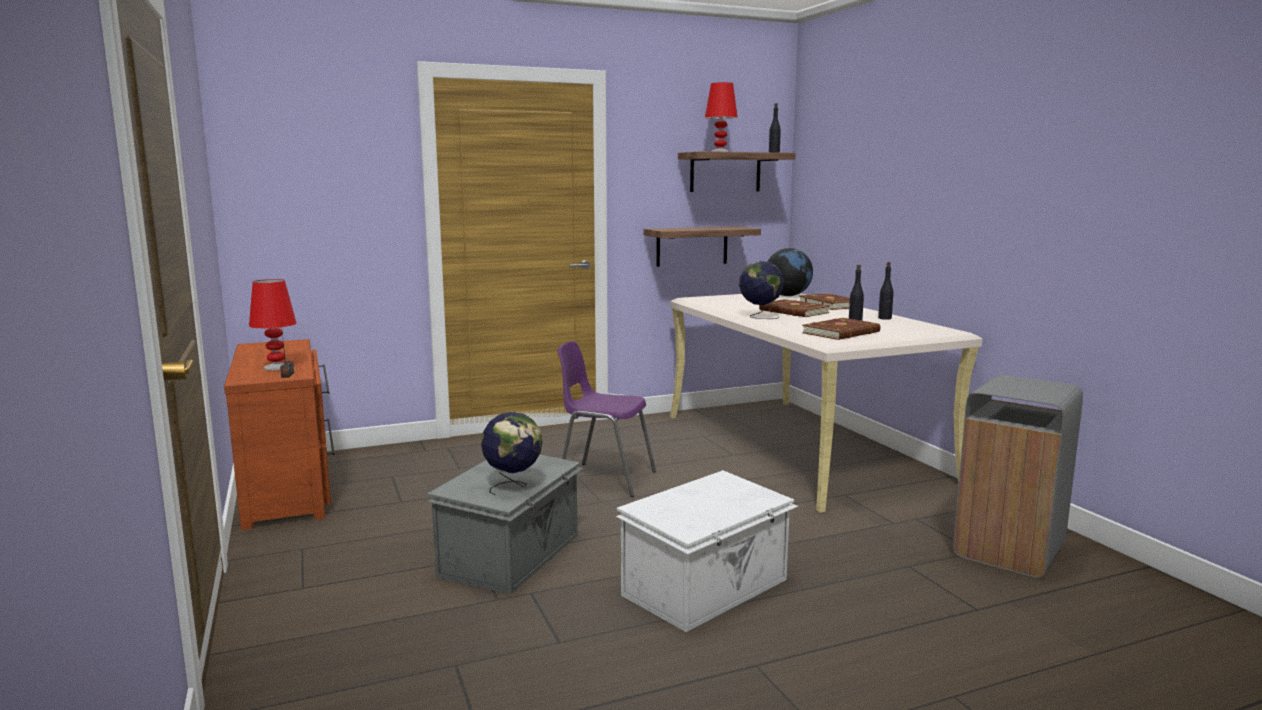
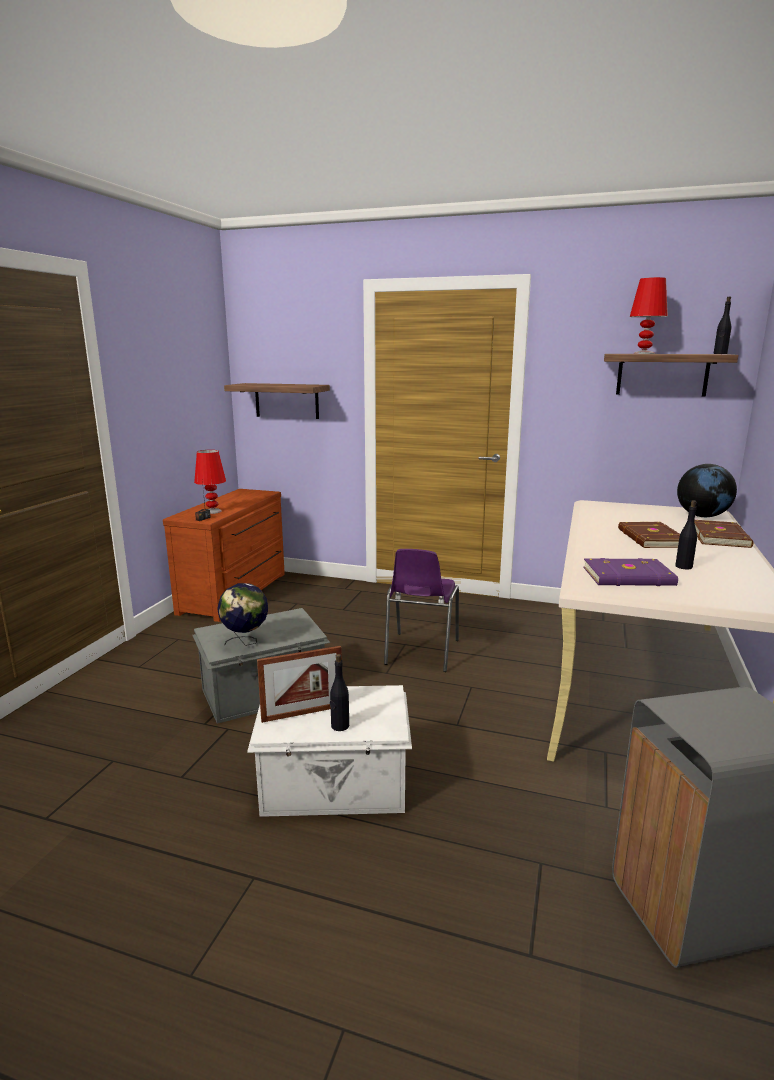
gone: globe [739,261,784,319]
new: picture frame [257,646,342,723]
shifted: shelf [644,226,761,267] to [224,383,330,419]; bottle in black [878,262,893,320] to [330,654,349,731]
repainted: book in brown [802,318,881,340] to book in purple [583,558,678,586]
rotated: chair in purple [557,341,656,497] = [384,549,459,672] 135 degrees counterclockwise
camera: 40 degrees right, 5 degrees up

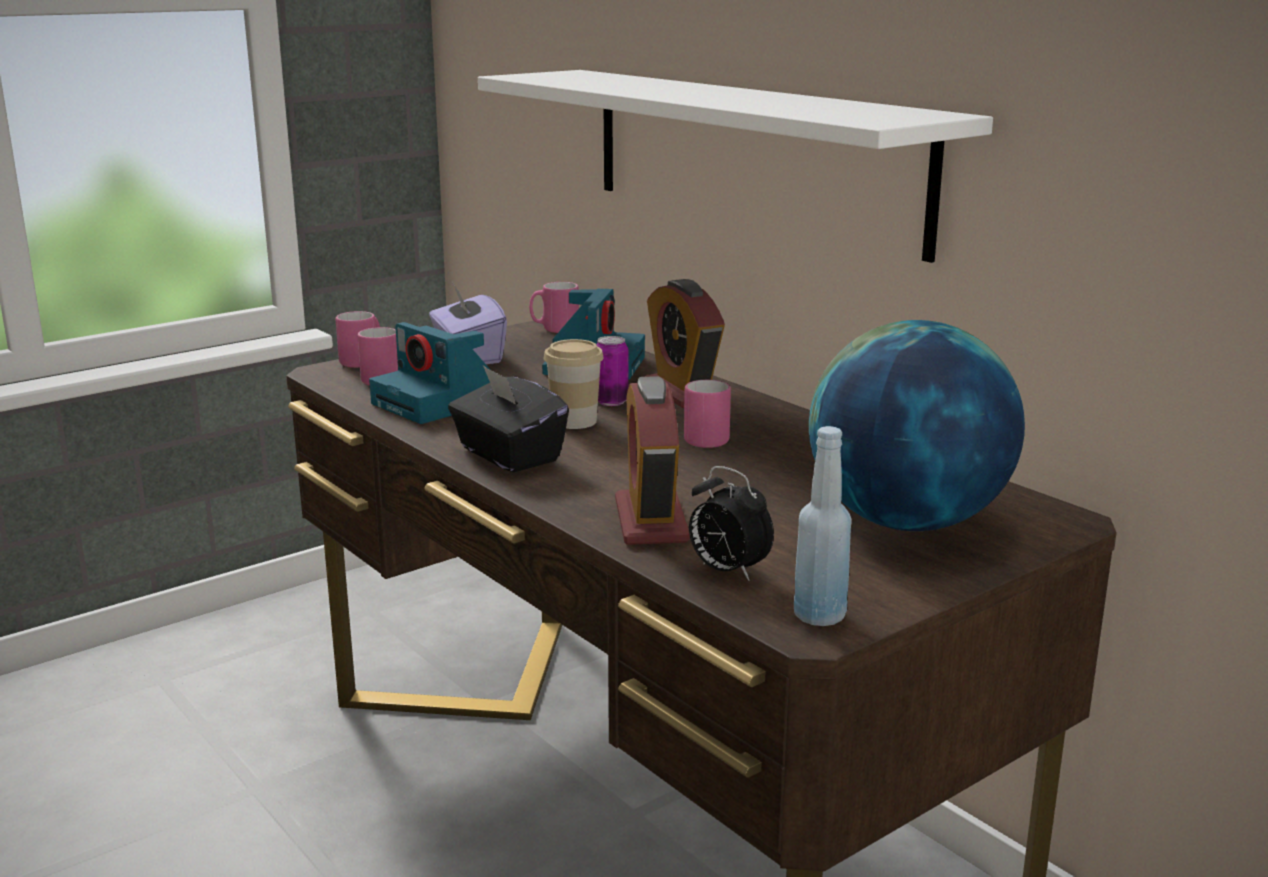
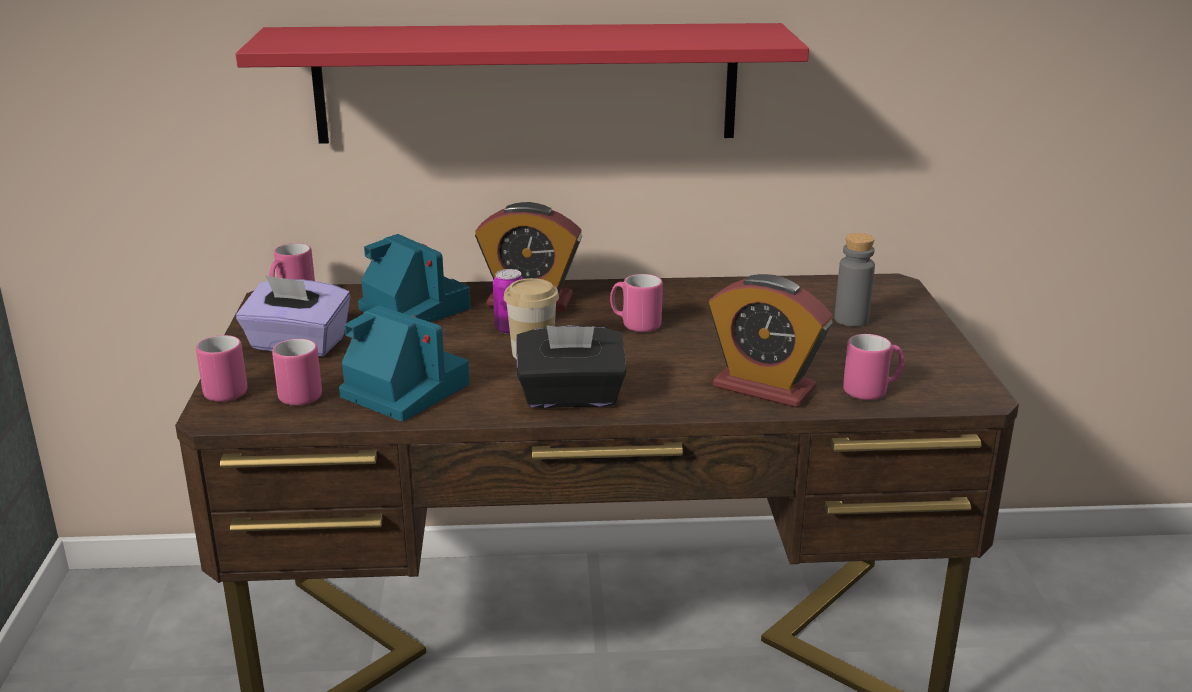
gone: bottle in blue [794,426,851,626]
swapped: globe [809,320,1025,531] to bottle in grey [834,233,875,327]; alarm clock [689,466,774,581] to mug in pink [843,334,904,400]
repainted: shelf in white [478,70,993,263] to shelf in red [236,23,809,144]
rotated: photo camera [369,322,490,424] = [339,306,470,421] 135 degrees counterclockwise
camera: 55 degrees left, 5 degrees up

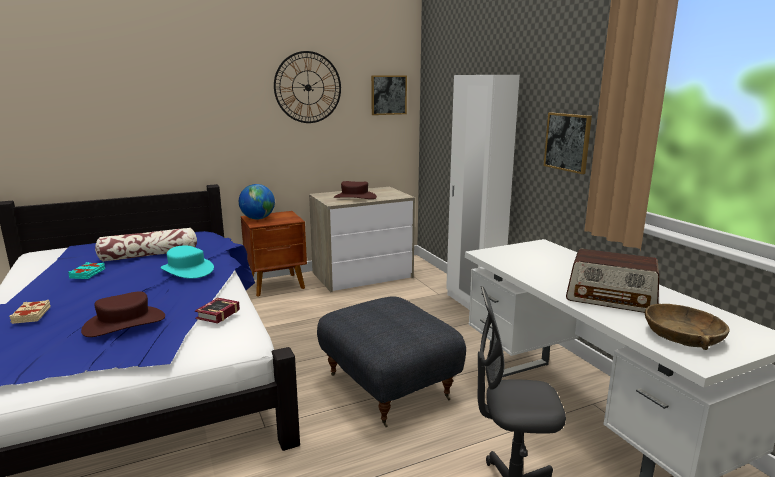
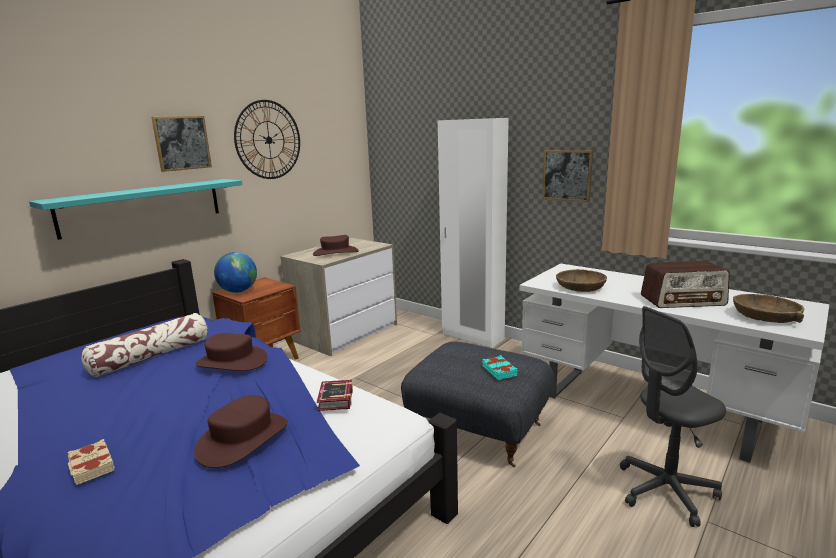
new: shelf in turquoise [29,179,242,240]; bowl in brown [556,269,607,292]
shifted: picture [371,75,407,115] to [151,116,212,172]; book in turquoise [68,262,105,279] to [482,355,518,380]
repainted: hat in turquoise [161,245,214,279] to hat in brown [196,333,268,371]
camera: 25 degrees left, 0 degrees up

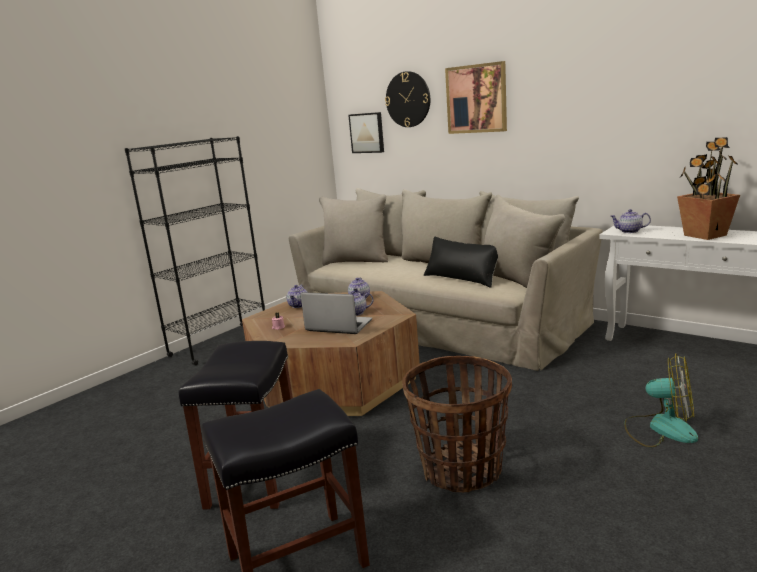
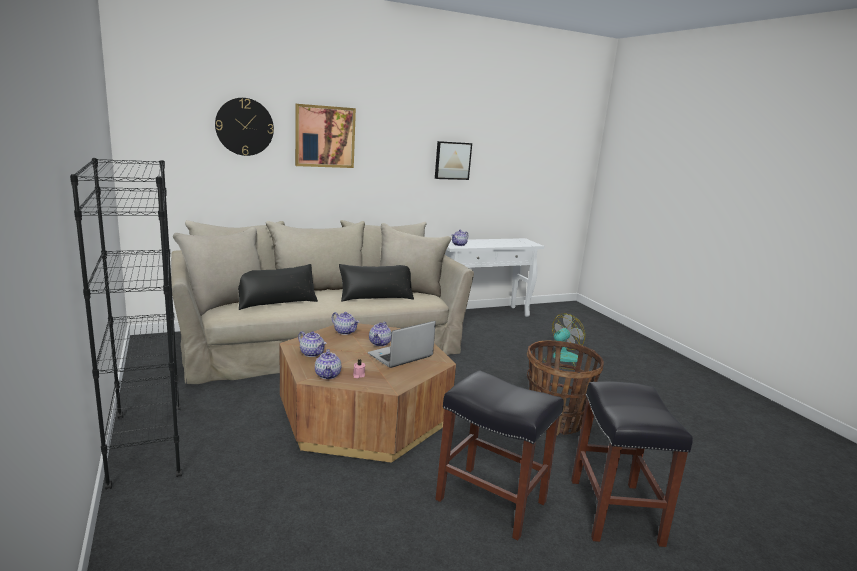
gone: potted plant [677,137,740,240]
new: pillow in black [238,264,318,310]; teapot [315,349,341,379]
shifted: picture [348,112,384,153] to [435,141,472,180]
camera: 65 degrees left, 0 degrees up

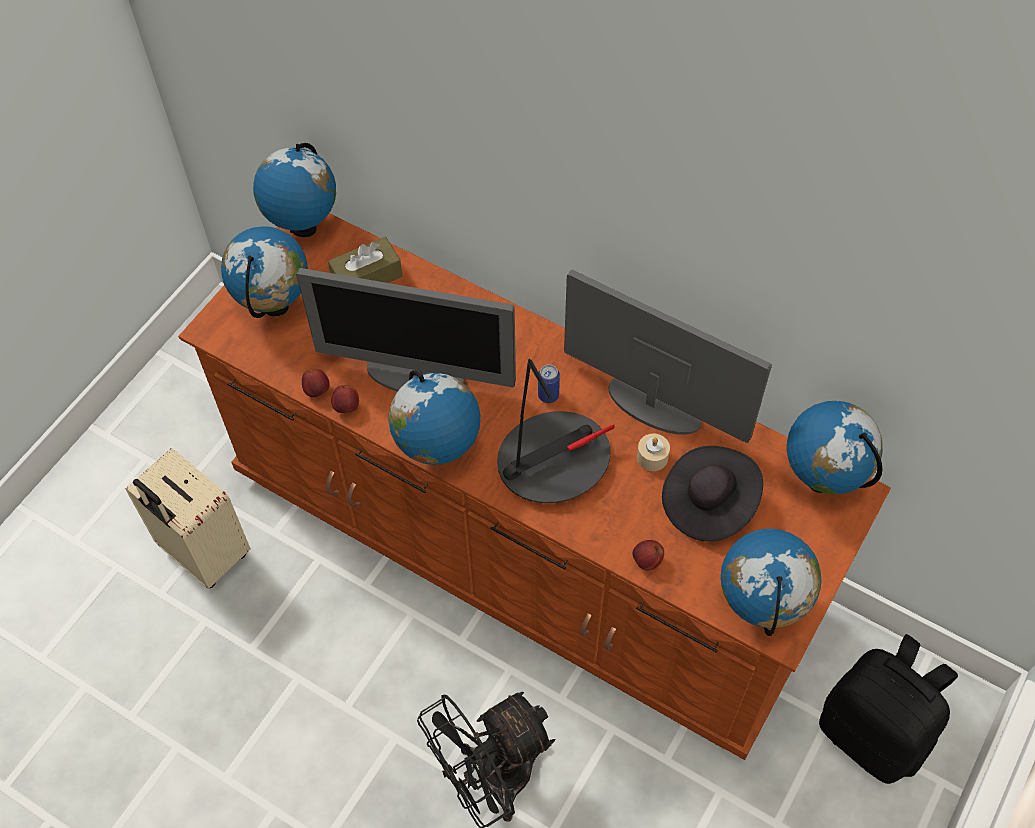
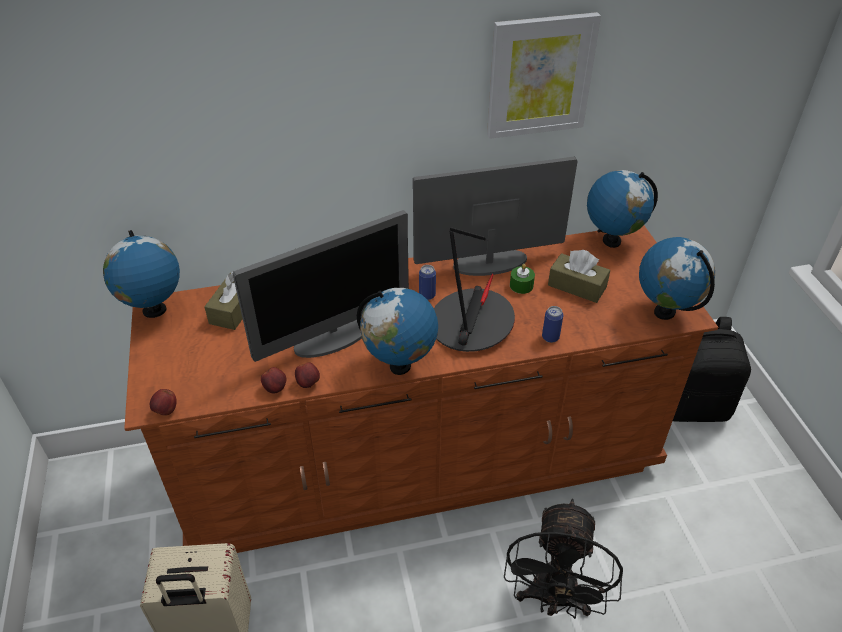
gone: globe [221,226,308,318]
new: picture [487,12,601,139]; can [542,306,563,343]
shifted: apple [632,540,664,570] to [150,389,177,416]
swapped: hat in black [662,446,763,542] to tissue box in brown [548,250,610,303]
repainted: candle in beige [637,434,670,471] to candle in green [510,264,535,294]
camera: 45 degrees left, 15 degrees down

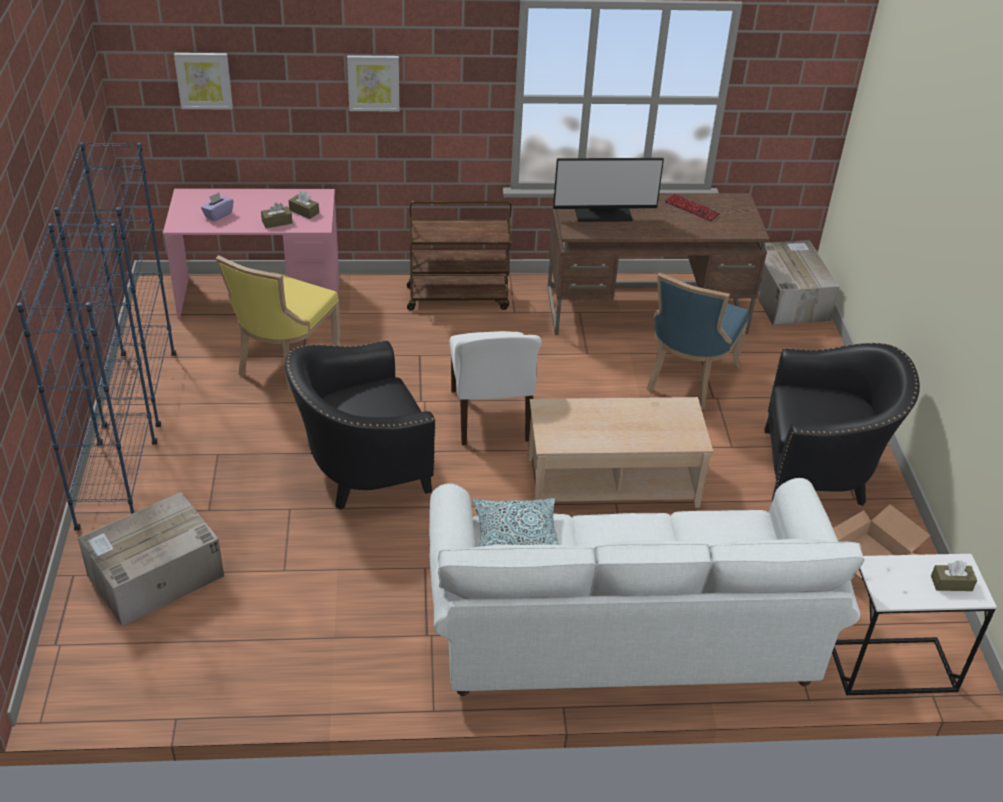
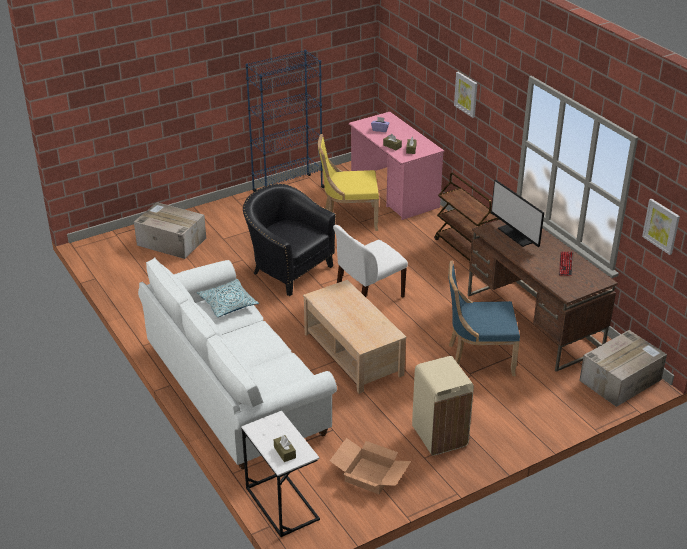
gone: bookcase in blue [17,223,157,531]
shifted: picture [174,53,233,109] to [642,199,680,255]
swapped: armchair in black [764,343,920,506] to trash can in beige [412,356,474,456]
camera: 65 degrees right, 5 degrees down

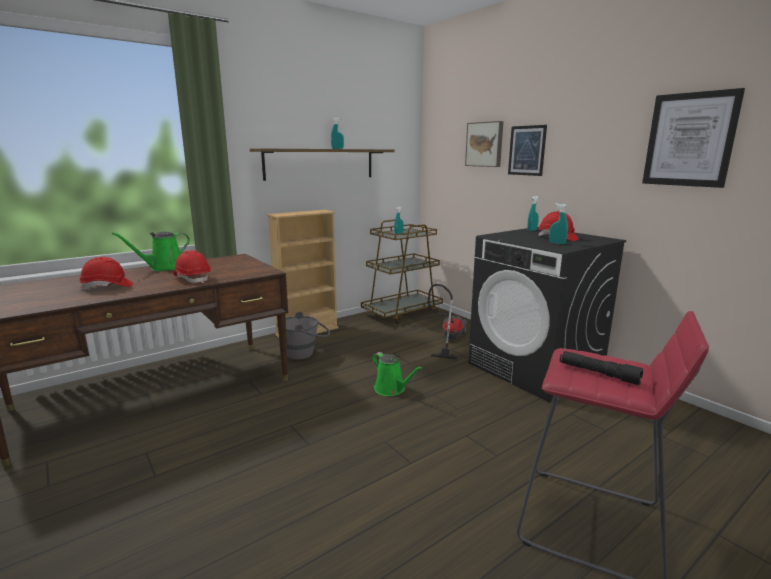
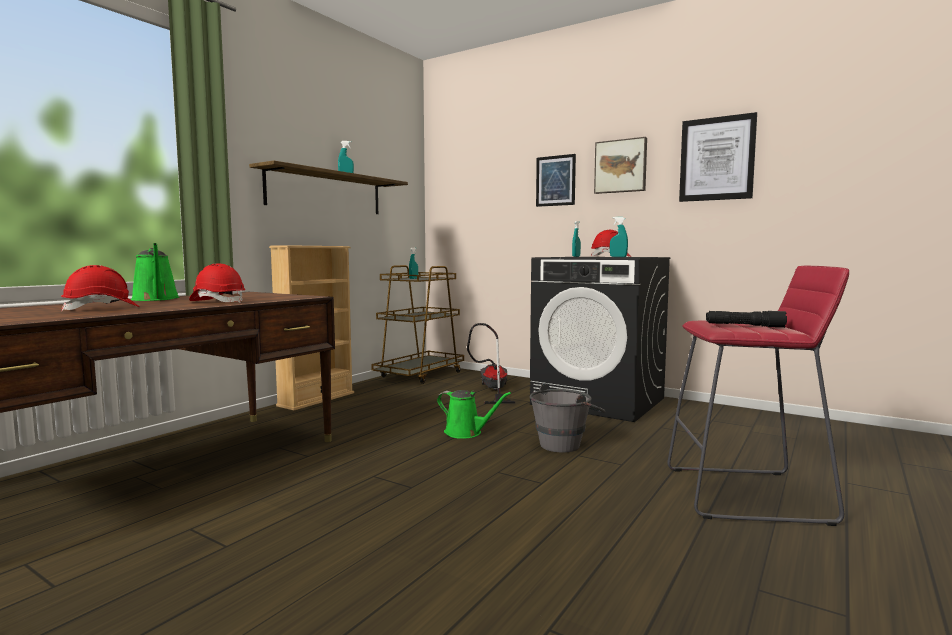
shifted: picture [465,121,504,167] to [594,137,647,194]; bucket in grey [277,312,330,360] to [530,383,606,452]
rotated: watering can in green [112,232,190,271] = [131,243,179,301] 60 degrees counterclockwise
camera: 20 degrees left, 10 degrees down

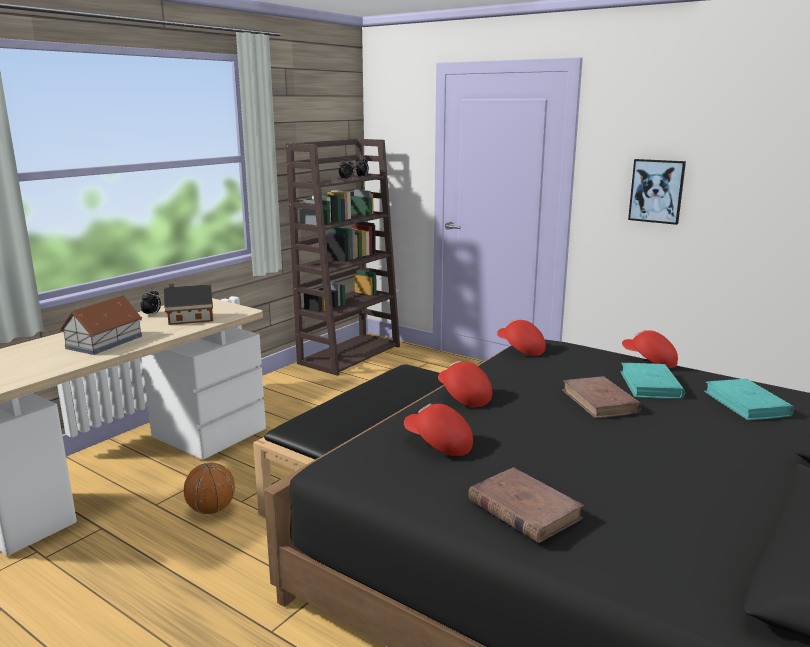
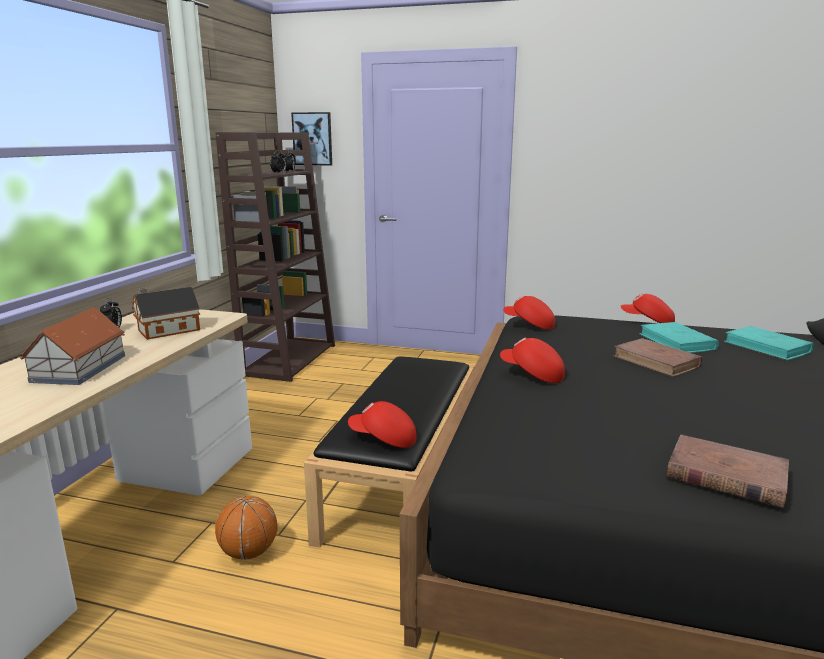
shifted: picture [628,159,686,225] to [291,112,332,166]; cap in red [404,404,473,456] to [348,401,416,448]
camera: 20 degrees left, 0 degrees up

